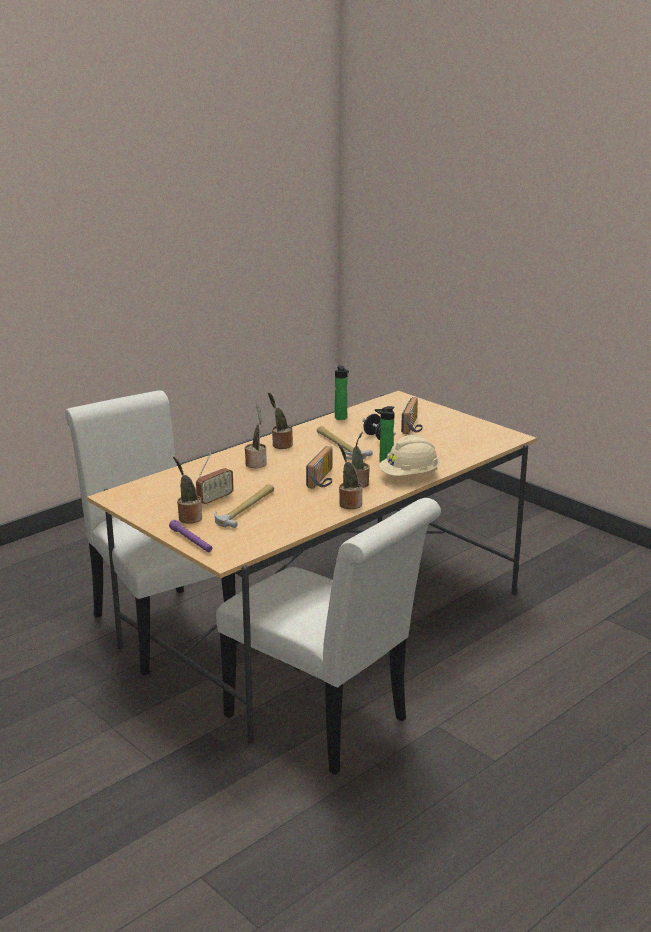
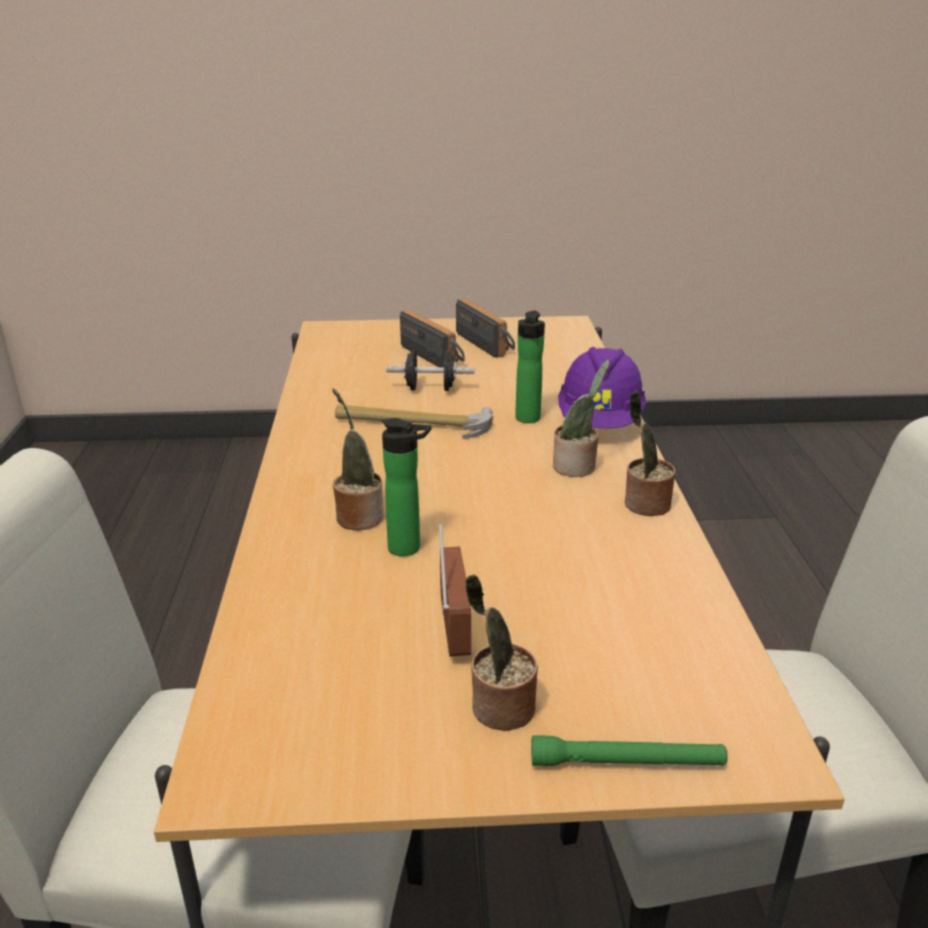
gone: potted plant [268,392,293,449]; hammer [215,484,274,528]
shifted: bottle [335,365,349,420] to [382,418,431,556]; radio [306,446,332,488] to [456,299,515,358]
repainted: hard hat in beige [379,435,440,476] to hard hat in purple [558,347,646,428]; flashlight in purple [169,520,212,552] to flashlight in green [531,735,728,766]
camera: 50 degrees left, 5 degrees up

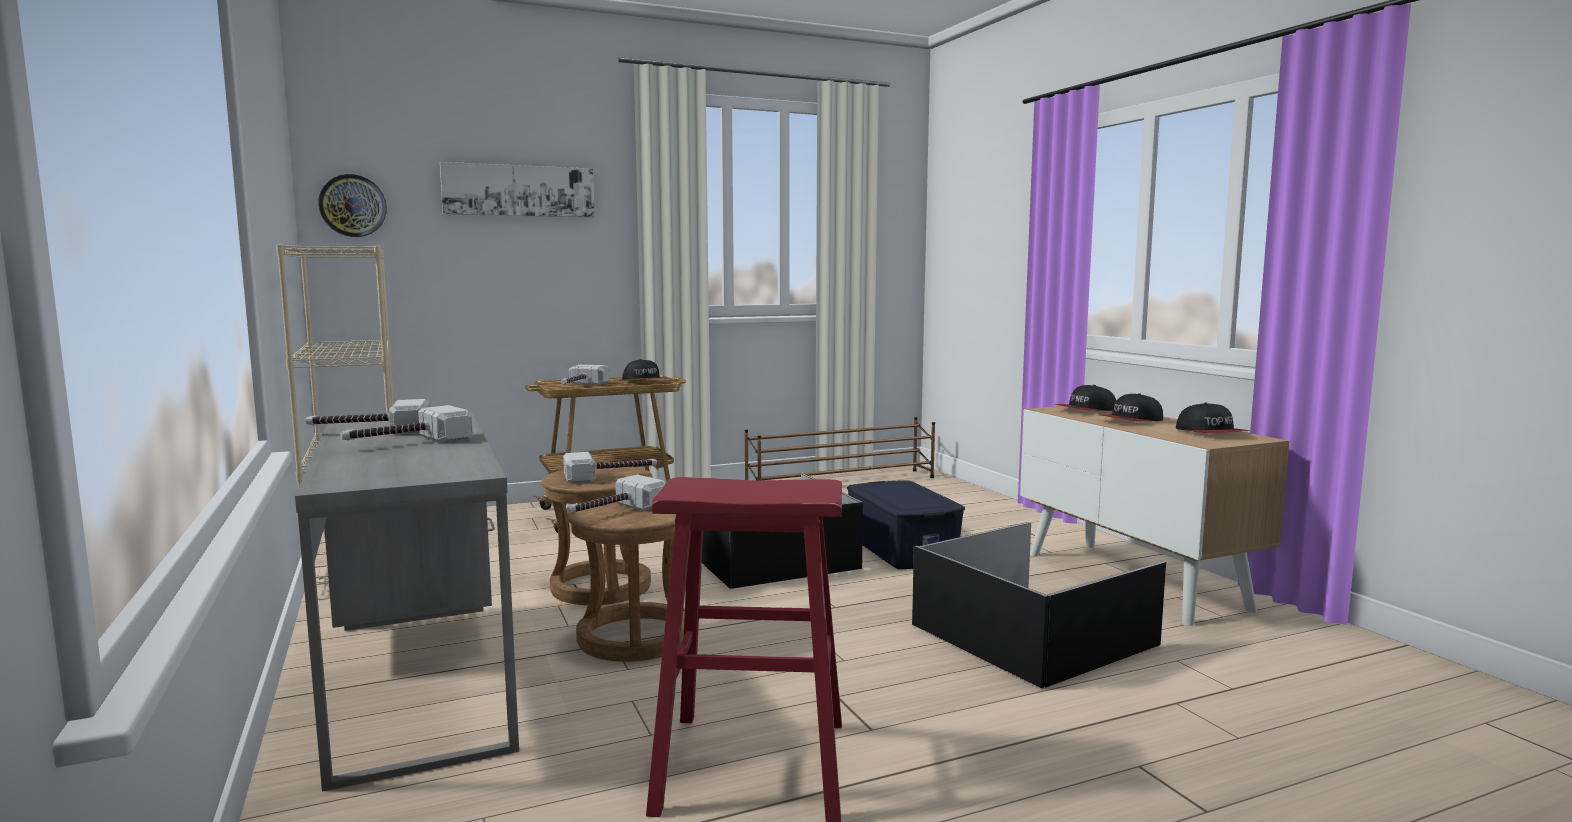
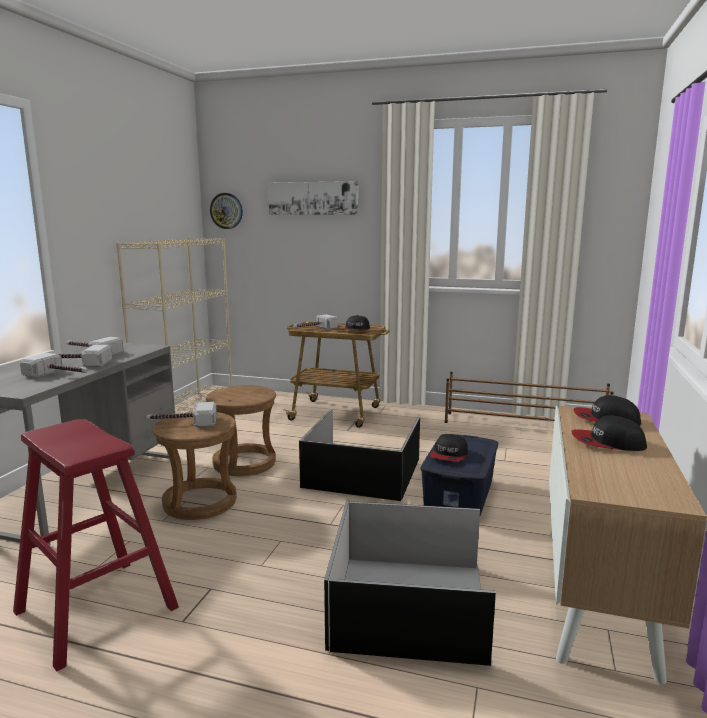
shifted: cap [1176,402,1250,433] to [430,434,468,461]; hammer [563,452,657,483] to [20,353,88,378]
camera: 40 degrees right, 5 degrees up

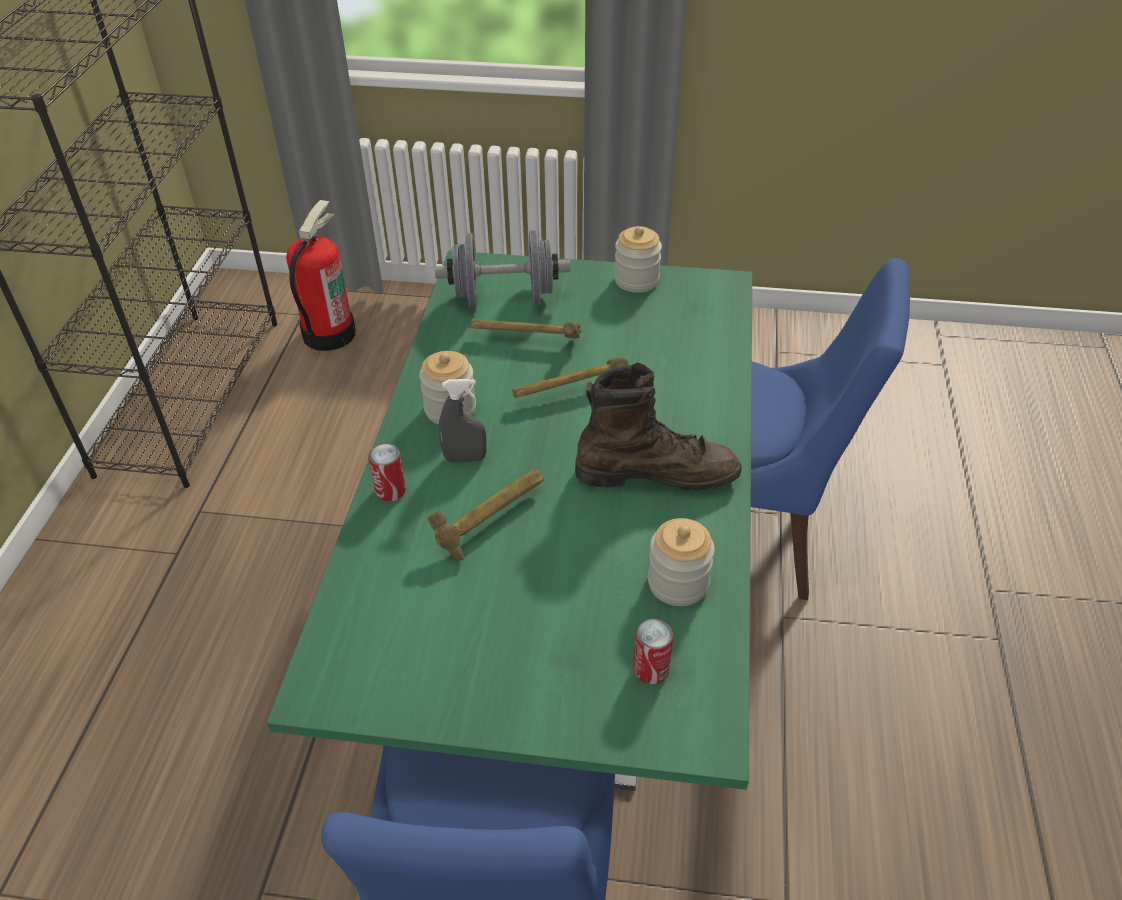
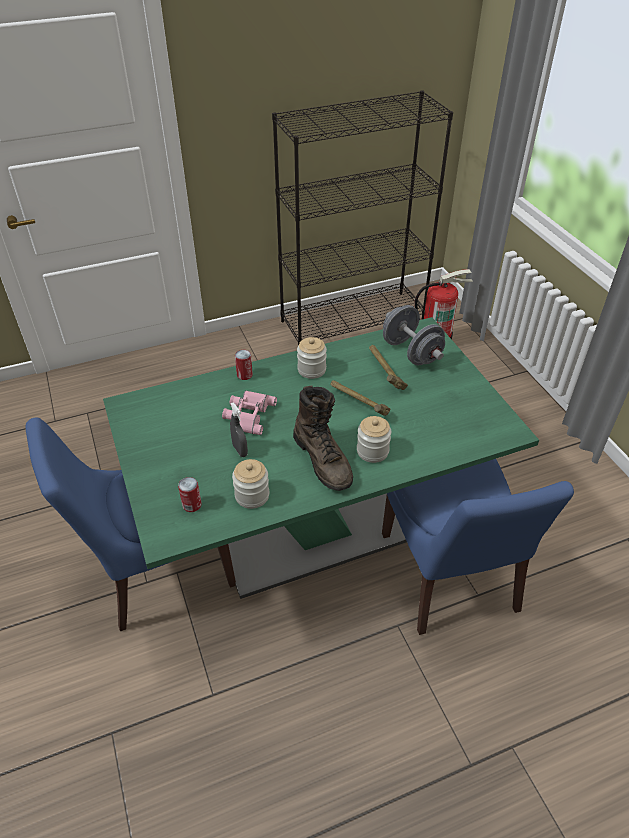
shifted: jar [614,226,662,293] to [357,416,391,463]; spray bottle in grey [439,379,487,462] to [230,402,248,457]
swapped: hammer [428,470,544,561] to binoculars in pink [222,391,277,435]
camera: 60 degrees right, 0 degrees up

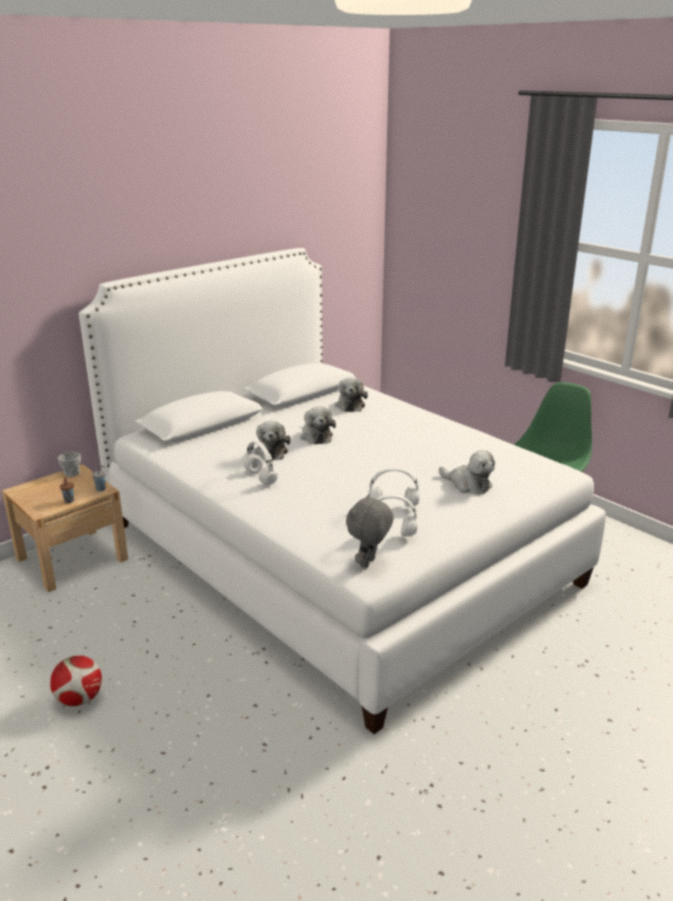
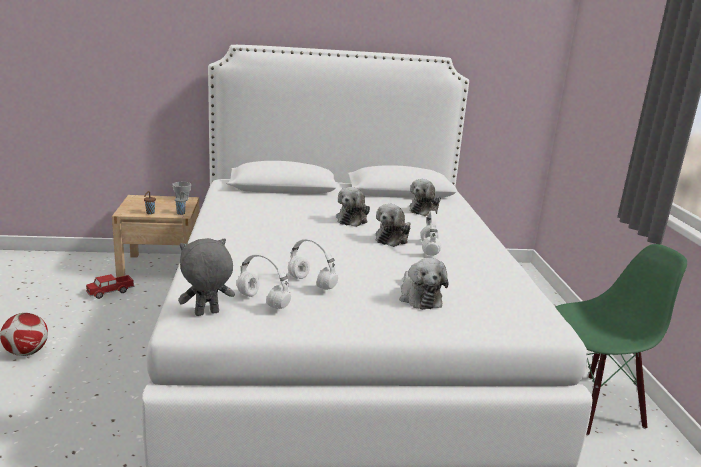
new: toy truck [86,274,135,299]
shifted: plush toy [254,421,291,460] to [376,204,411,247]; headphones in white [244,441,278,485] to [420,211,441,256]
camera: 35 degrees right, 5 degrees down

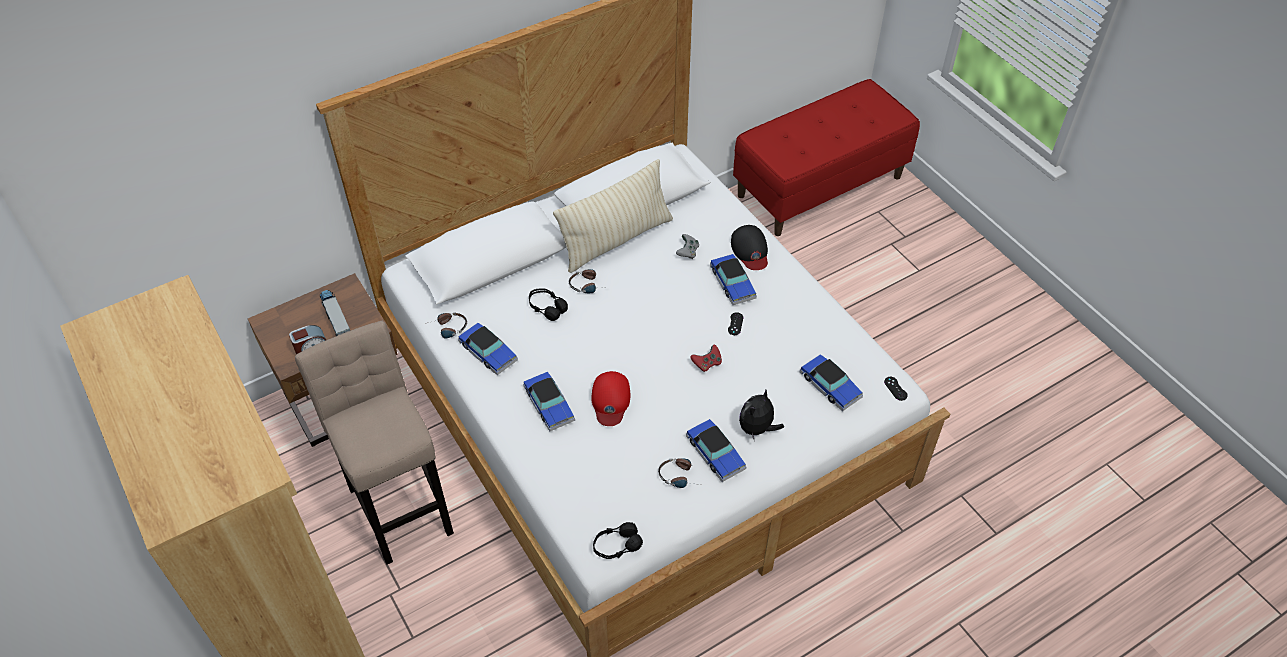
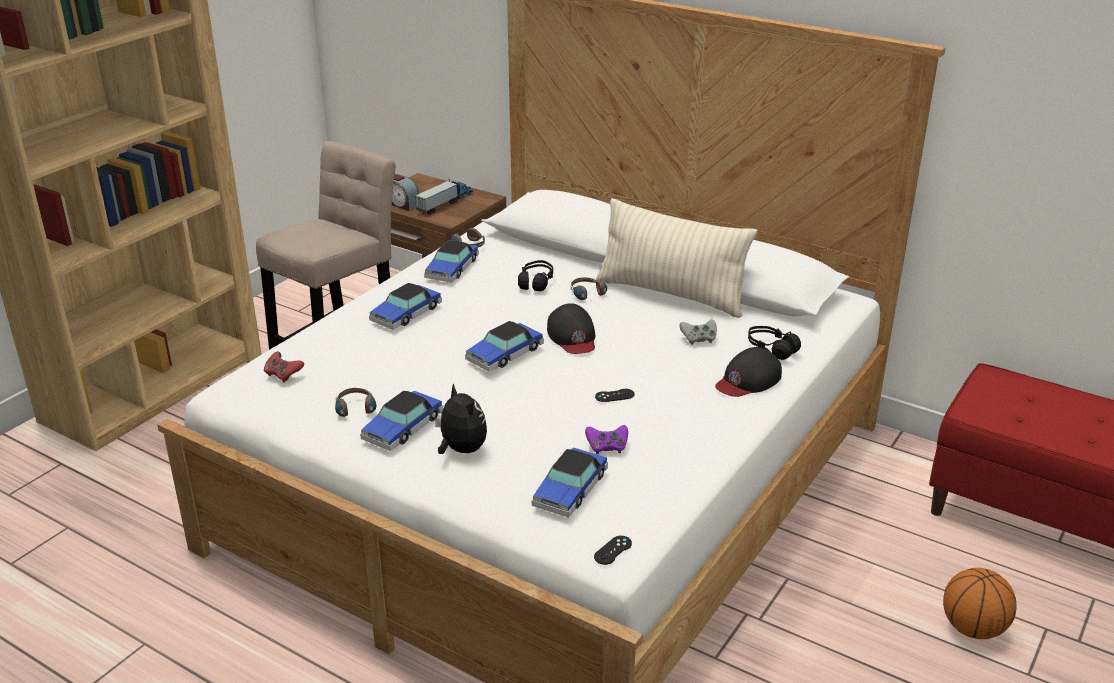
gone: cap in red [591,371,630,426]
new: cap in black [547,303,595,354]; game controller in purple [585,425,628,454]; basketball [943,568,1016,639]
shifted: toy car [710,254,757,305] to [465,321,544,372]; game controller in red [690,345,722,372] to [264,351,304,382]; headphones in black [593,522,643,559] to [748,326,801,360]
rotated: plush toy [739,390,784,439] = [435,383,487,454] 45 degrees clockwise
camera: 65 degrees right, 20 degrees down

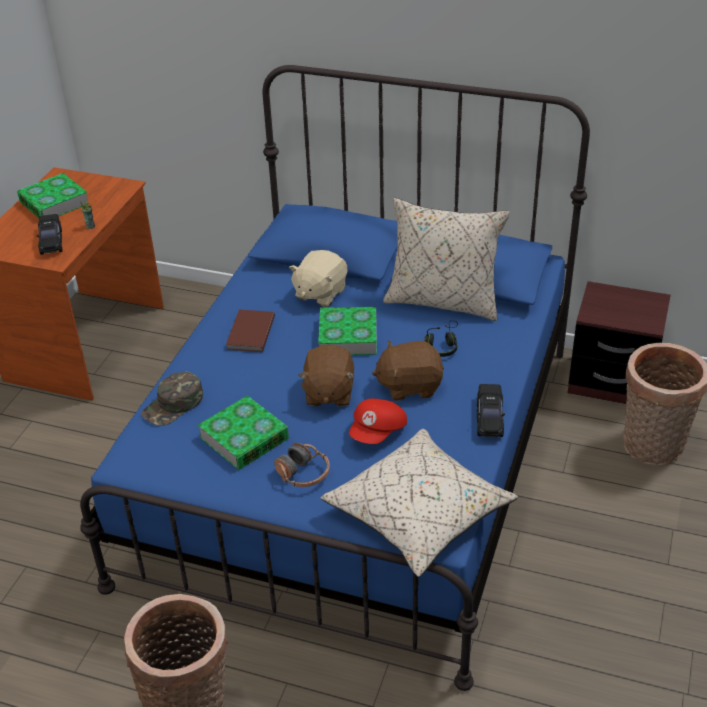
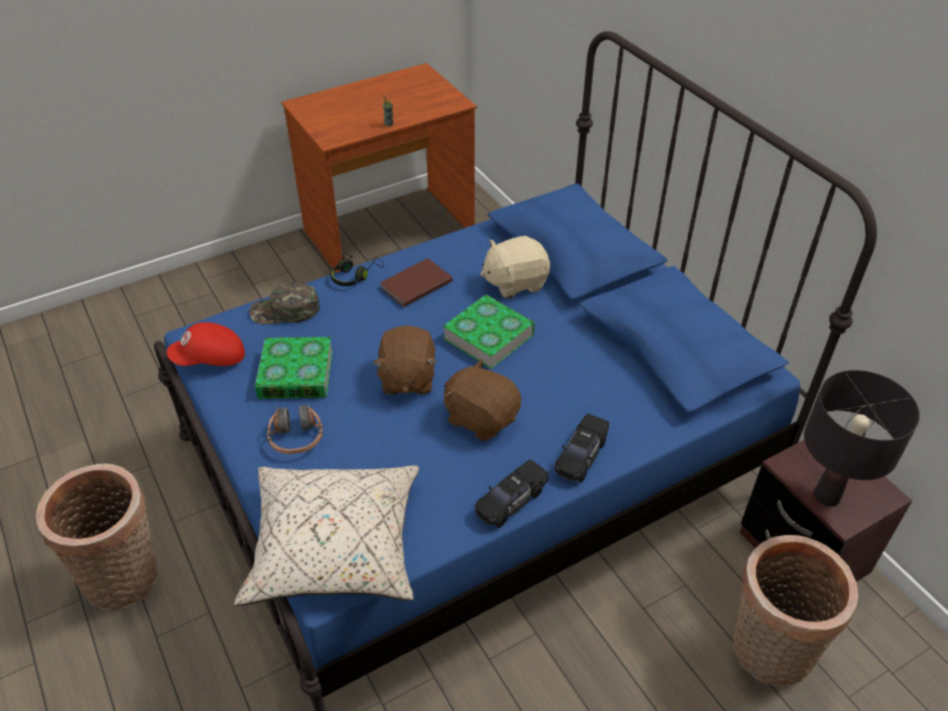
gone: book [17,173,90,218]; pillow in beige [383,198,510,321]
new: table lamp in black [804,370,920,507]
shifted: toy car in black [36,214,63,255] to [555,414,609,482]; headphones in black [424,321,458,357] to [330,253,384,286]; cap in red [349,398,407,444] to [167,322,245,366]
rotated: plush toy in brown [298,345,355,407] = [373,326,437,395] 45 degrees counterclockwise
camera: 40 degrees right, 5 degrees up

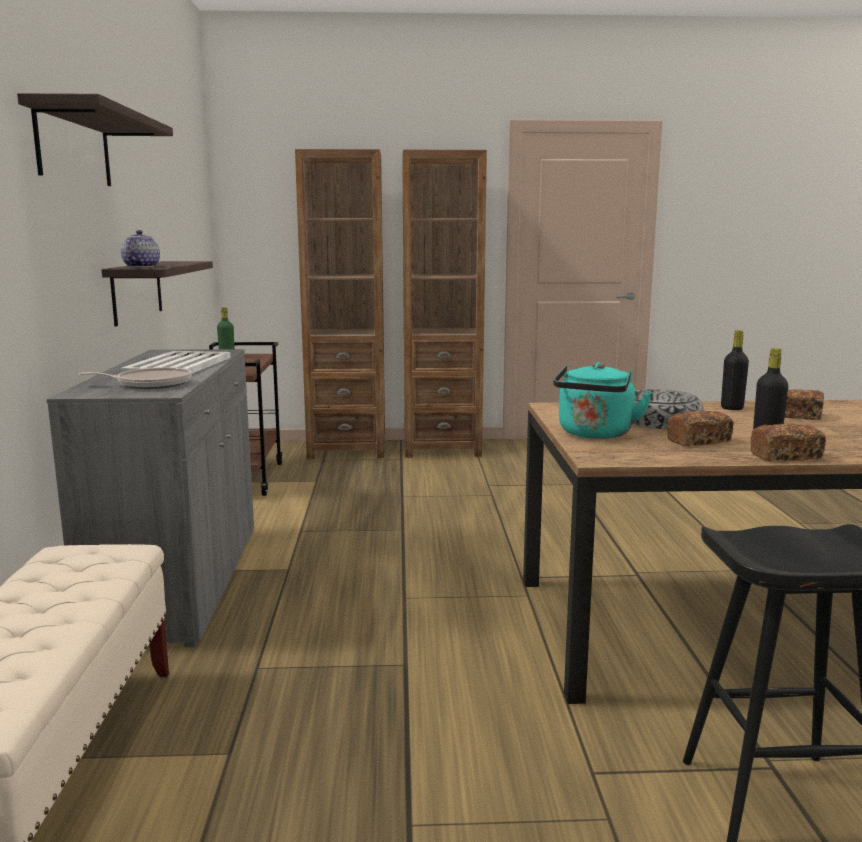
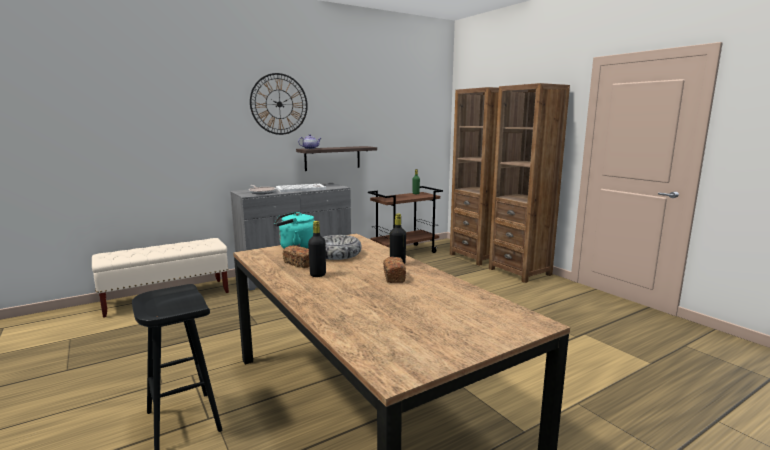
gone: bread [750,424,826,461]
swapped: shelf [17,93,173,186] to wall clock [250,73,308,135]
camera: 60 degrees right, 0 degrees up

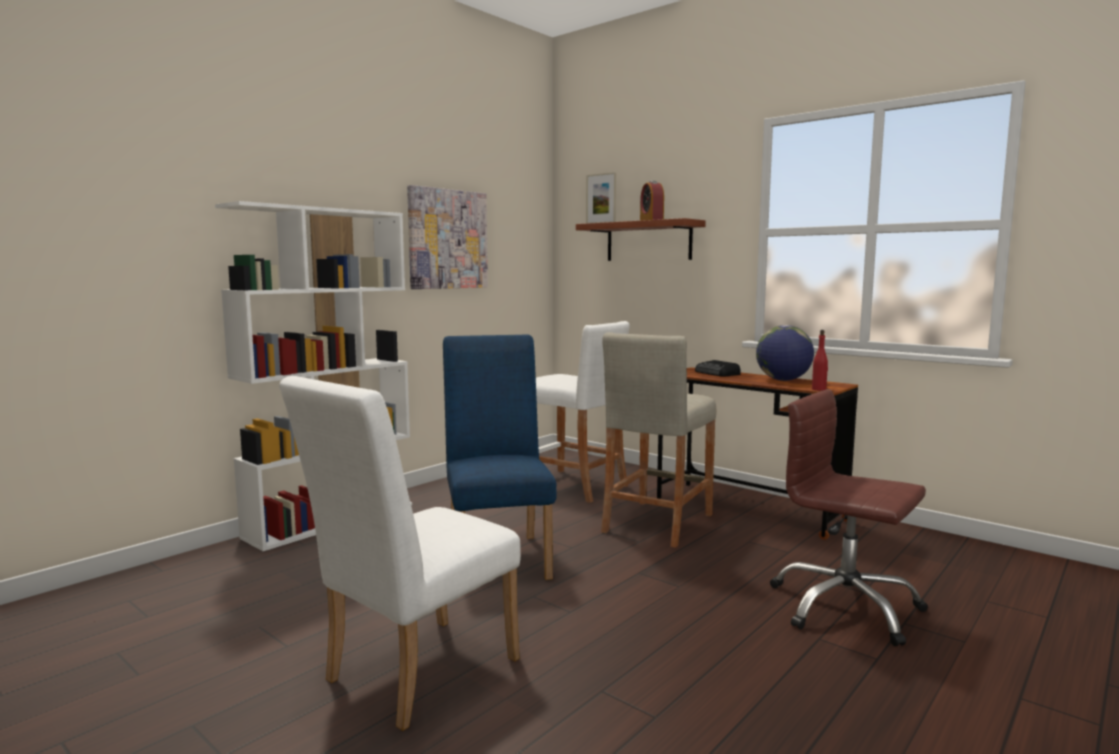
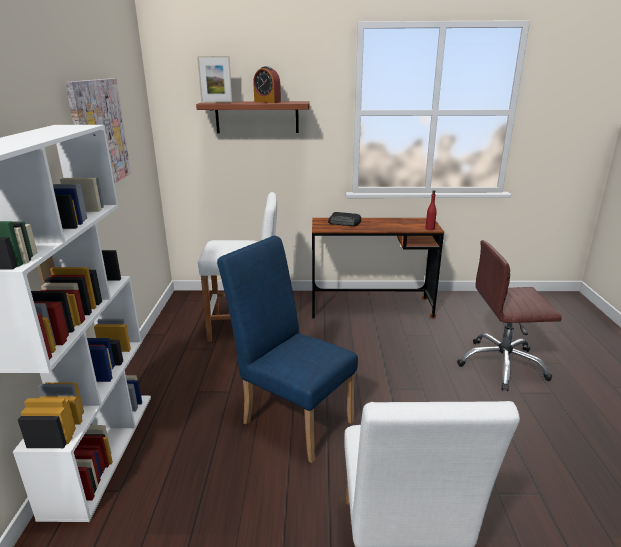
gone: globe [756,325,814,381]; stool in beige [601,332,716,548]
camera: 40 degrees left, 15 degrees up

